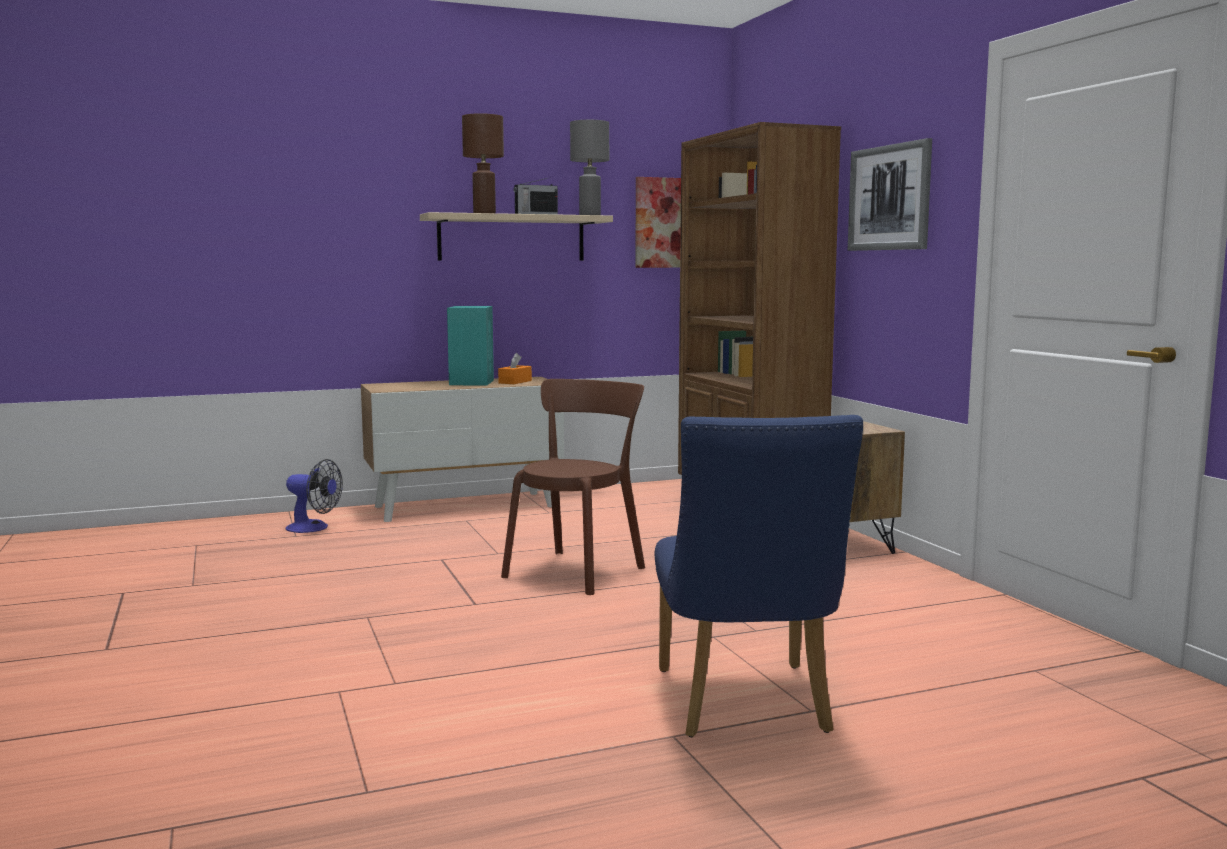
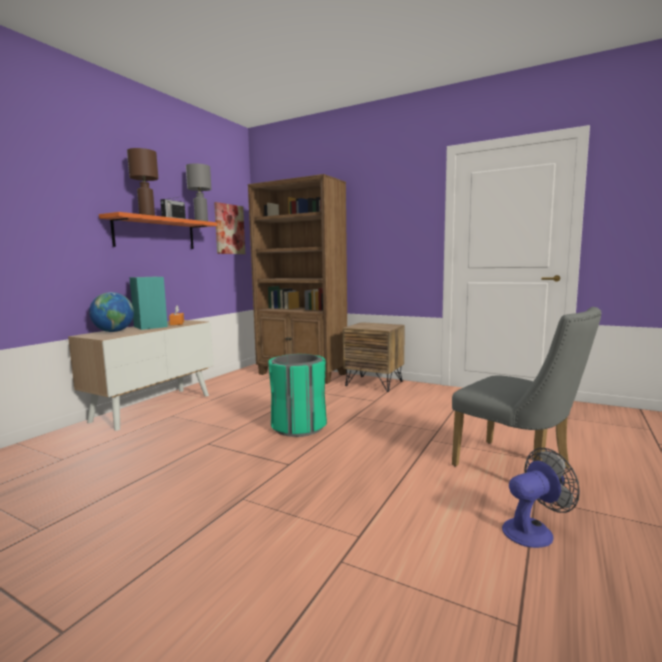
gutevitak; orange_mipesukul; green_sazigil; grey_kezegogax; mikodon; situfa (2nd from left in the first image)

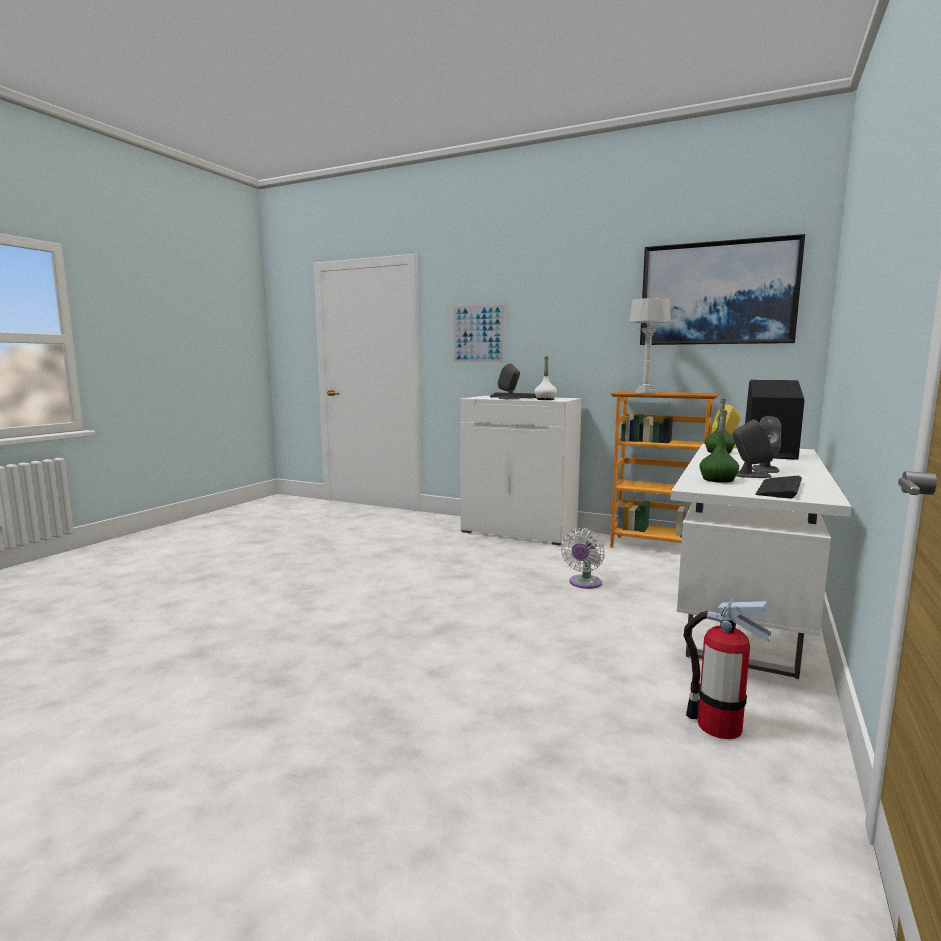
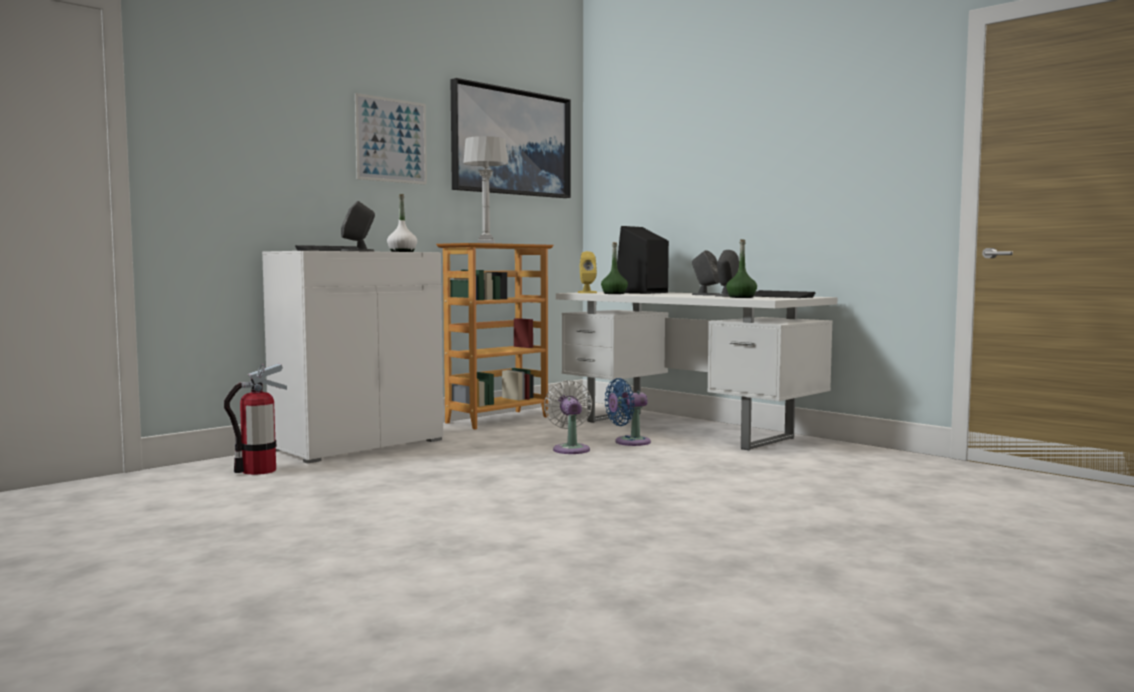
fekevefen; situfa (1st from left); white_mikodon; blue_mikodon

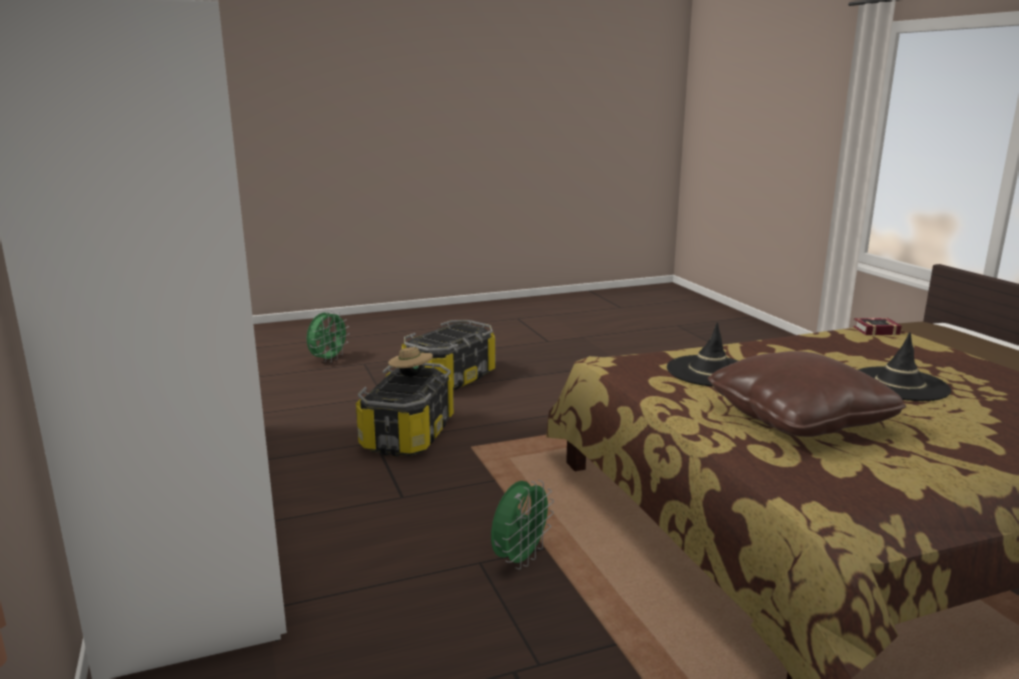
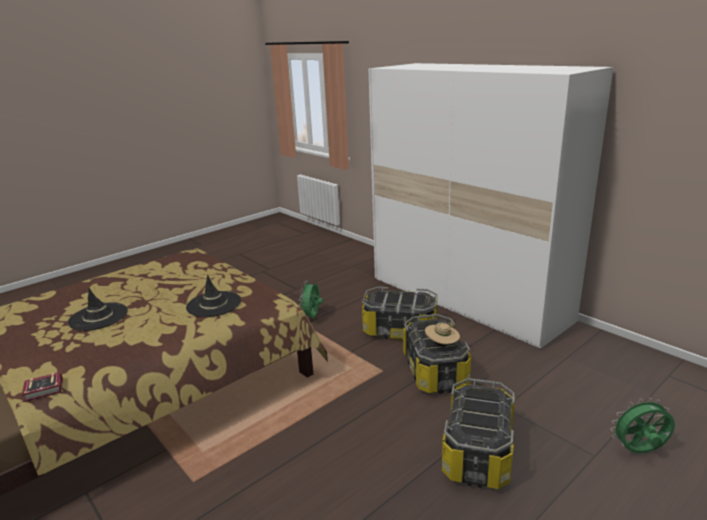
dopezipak (1st from left); green_mikodon (2nd from left); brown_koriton

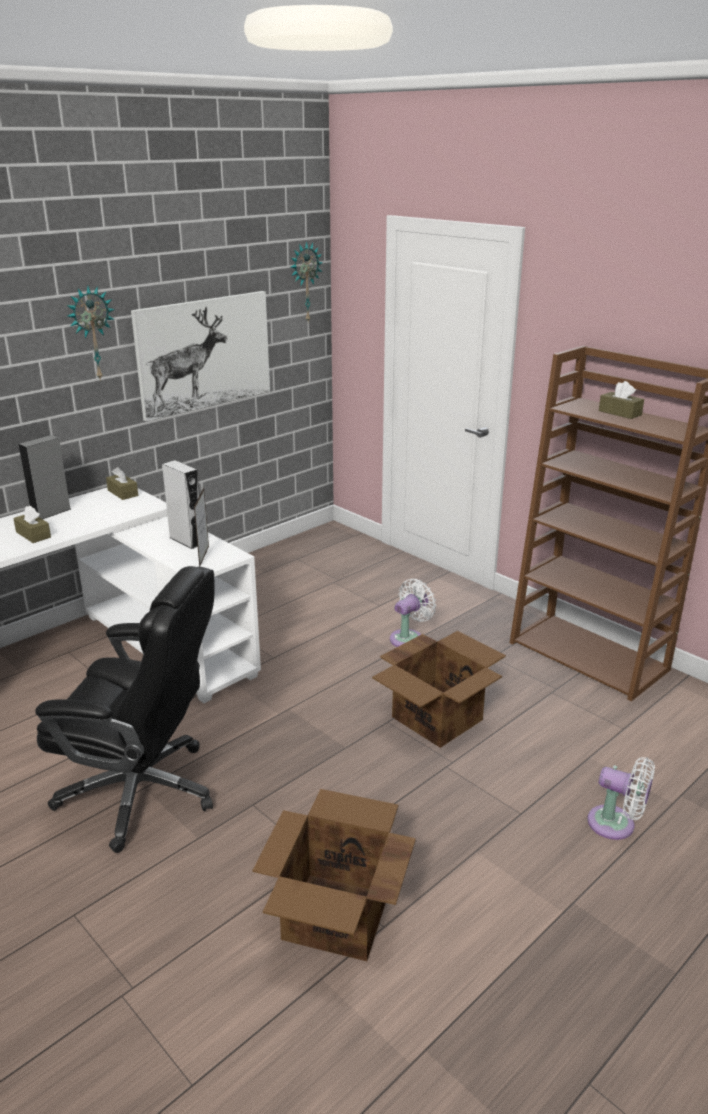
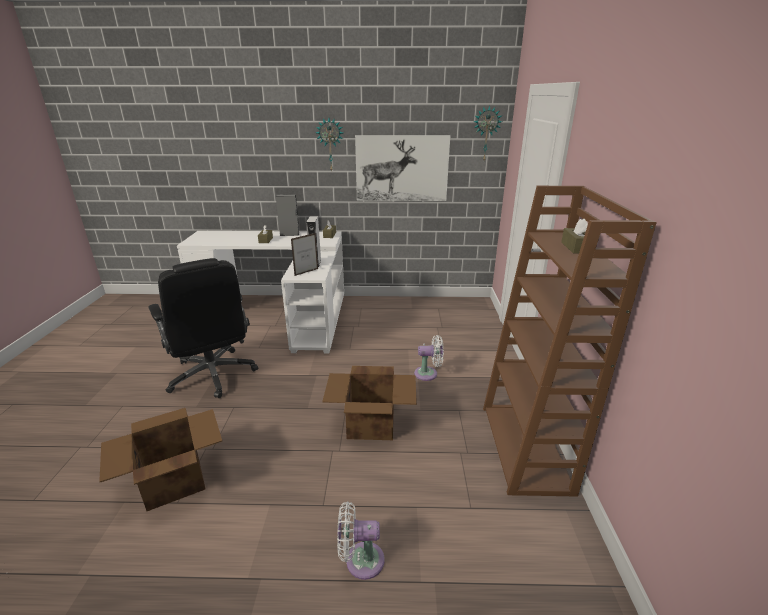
white_mikodon (1st from left)

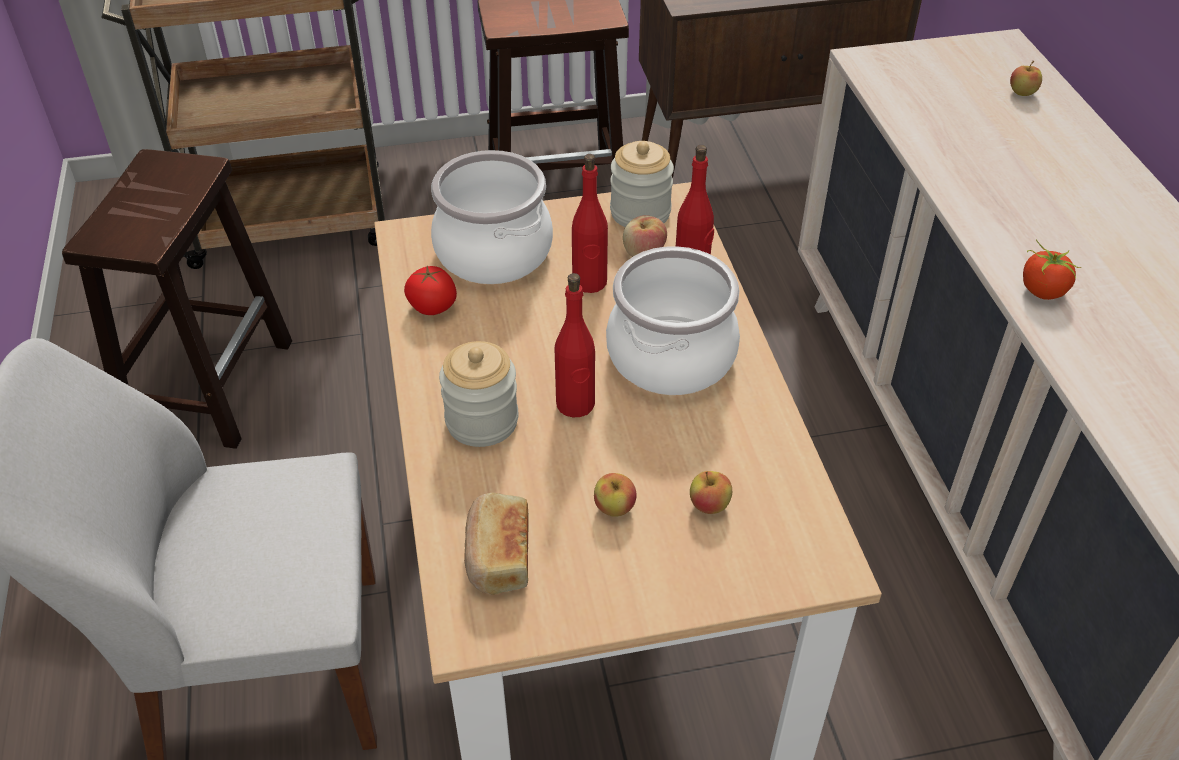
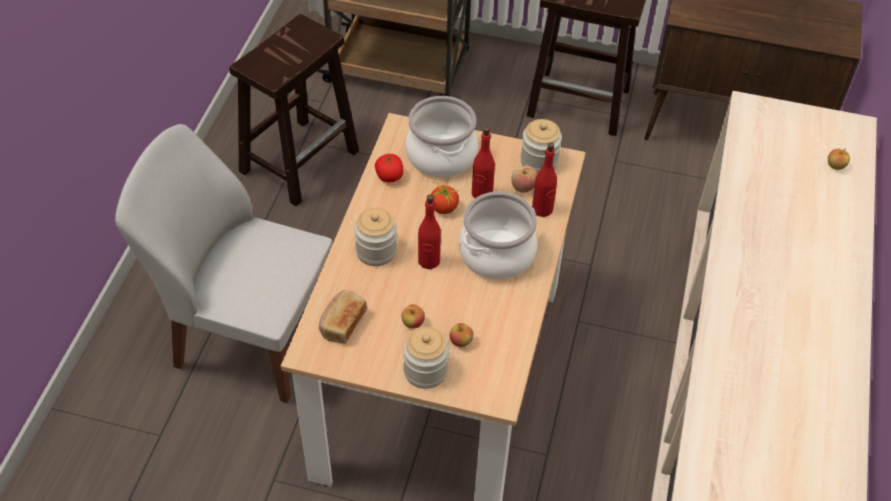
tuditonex (2nd from left); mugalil (2nd from left)

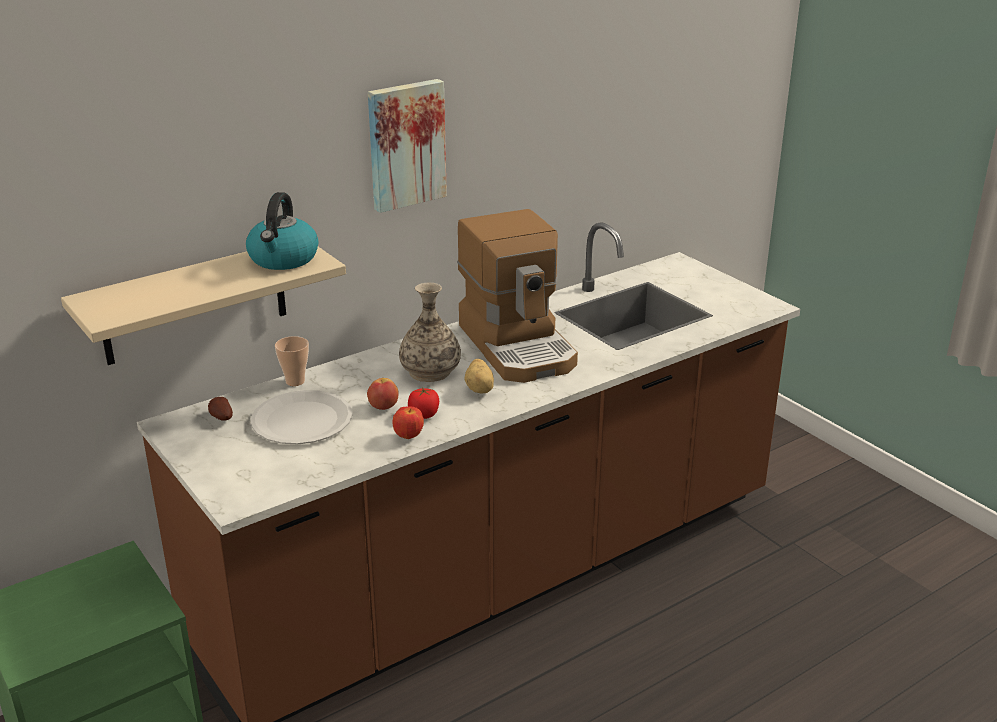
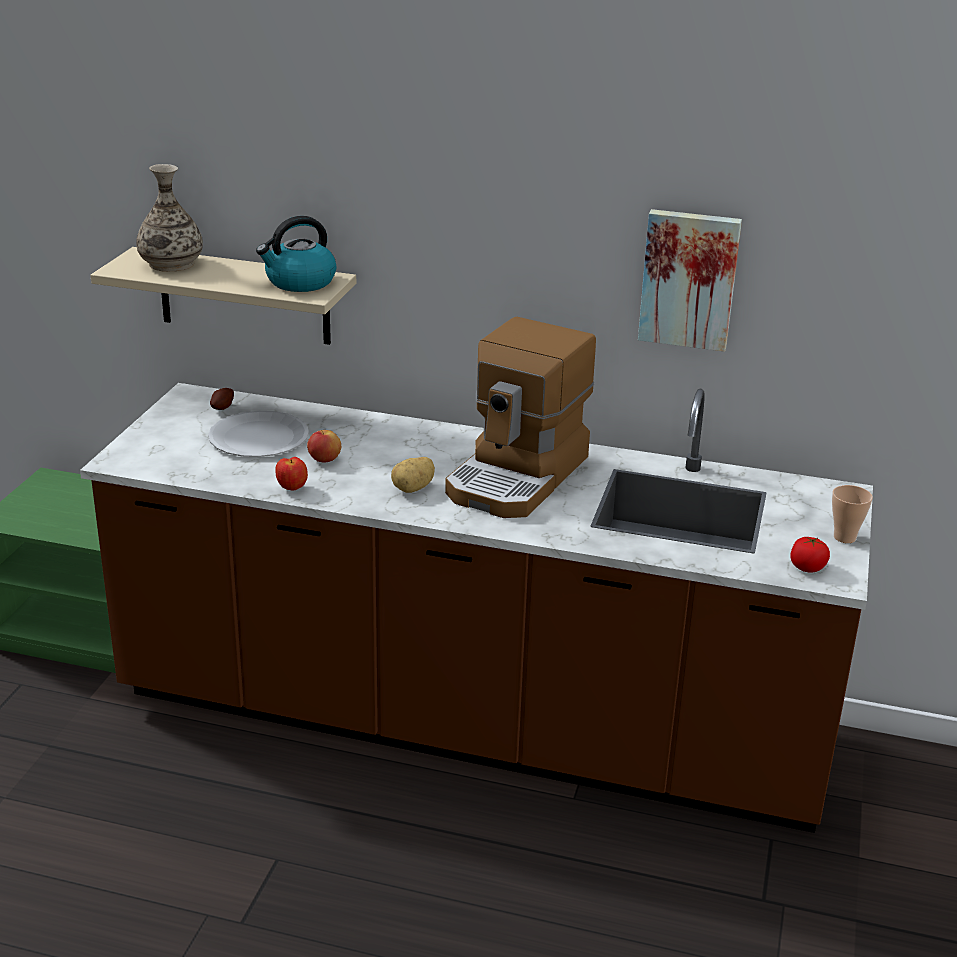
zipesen; situfa; mugalil; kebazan

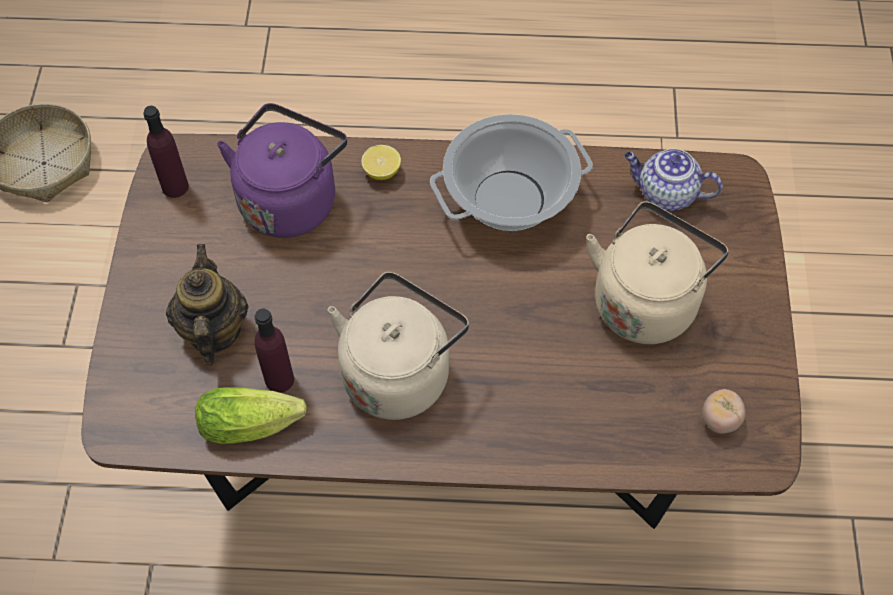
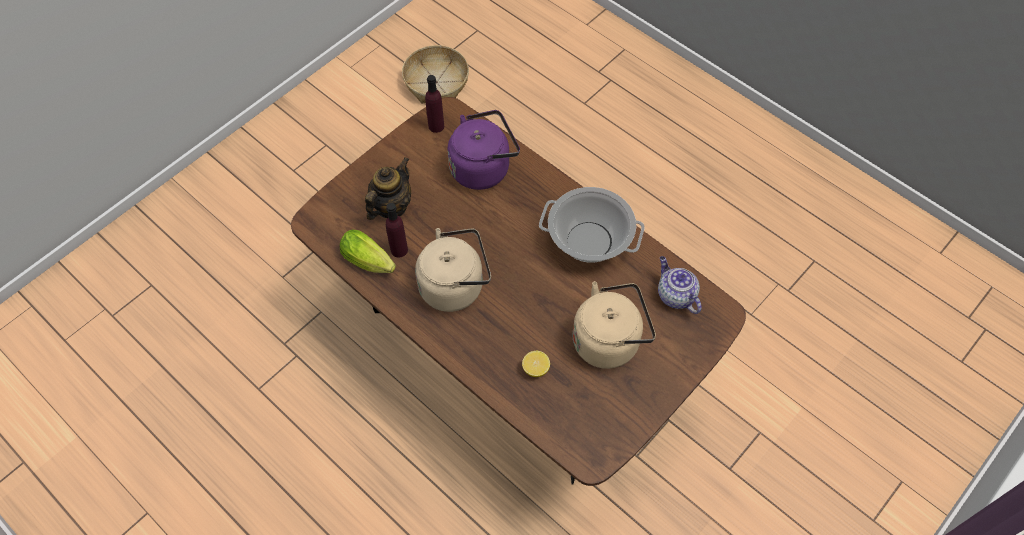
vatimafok; mugalil

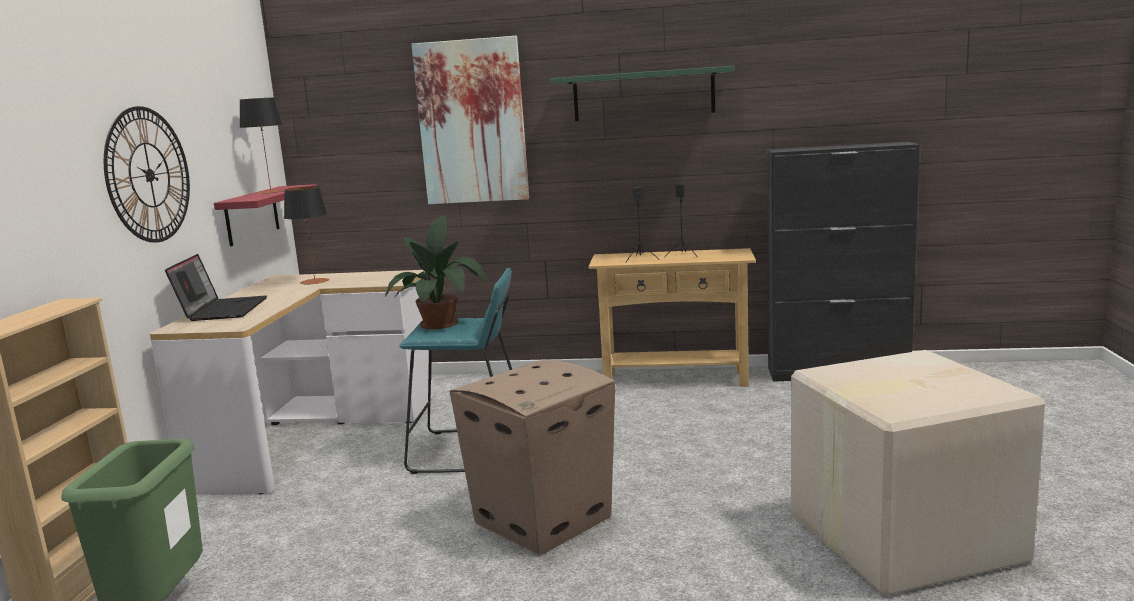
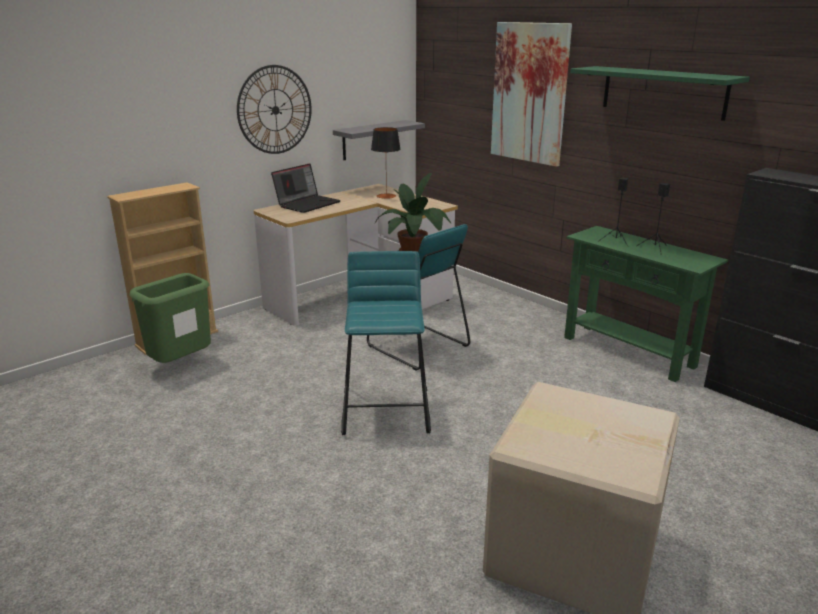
grey_mipesukul; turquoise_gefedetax (1st from left); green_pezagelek; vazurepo (1st from left in the first image)

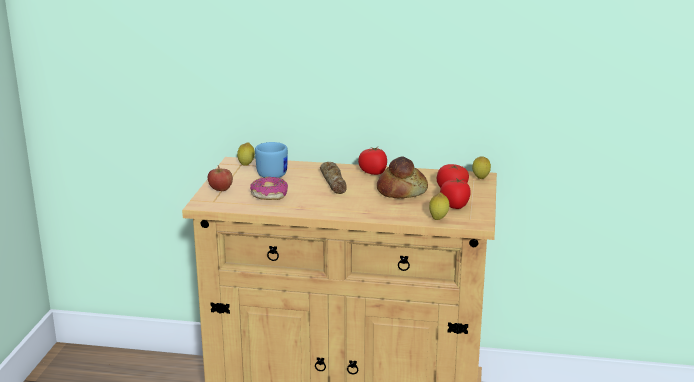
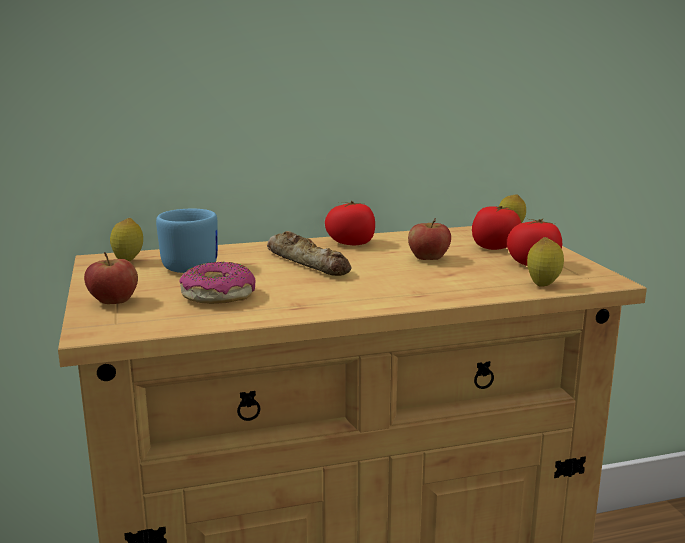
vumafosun (2nd from left)

